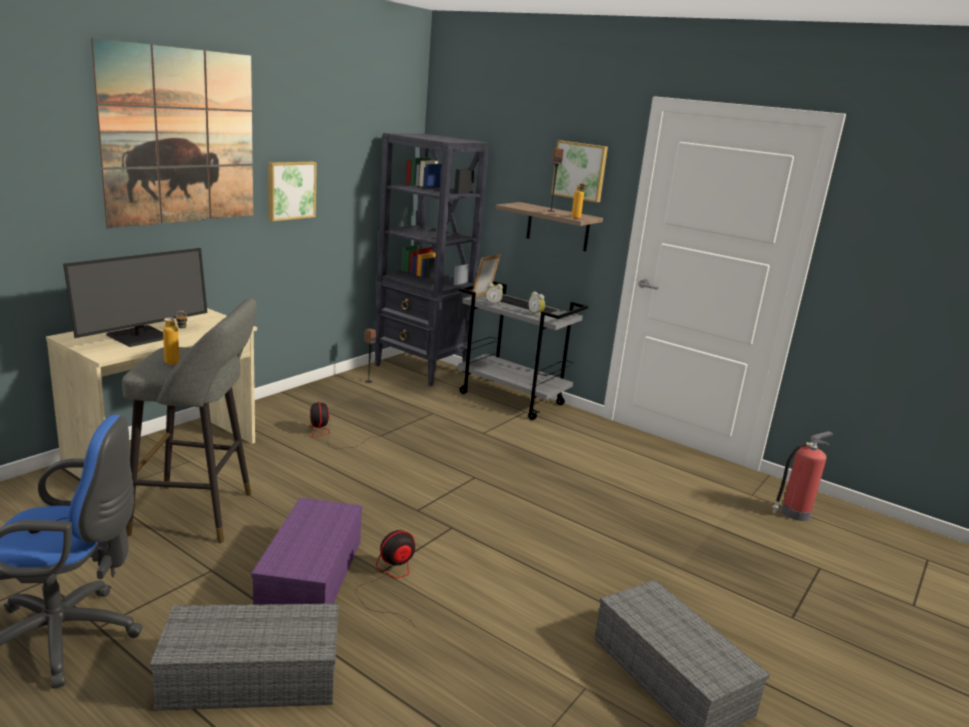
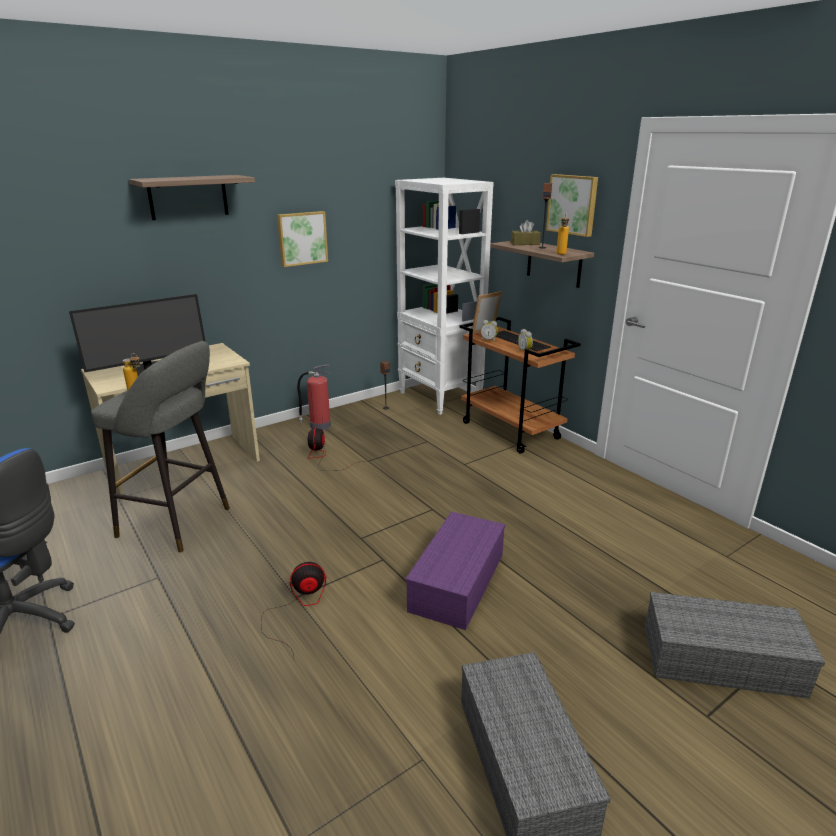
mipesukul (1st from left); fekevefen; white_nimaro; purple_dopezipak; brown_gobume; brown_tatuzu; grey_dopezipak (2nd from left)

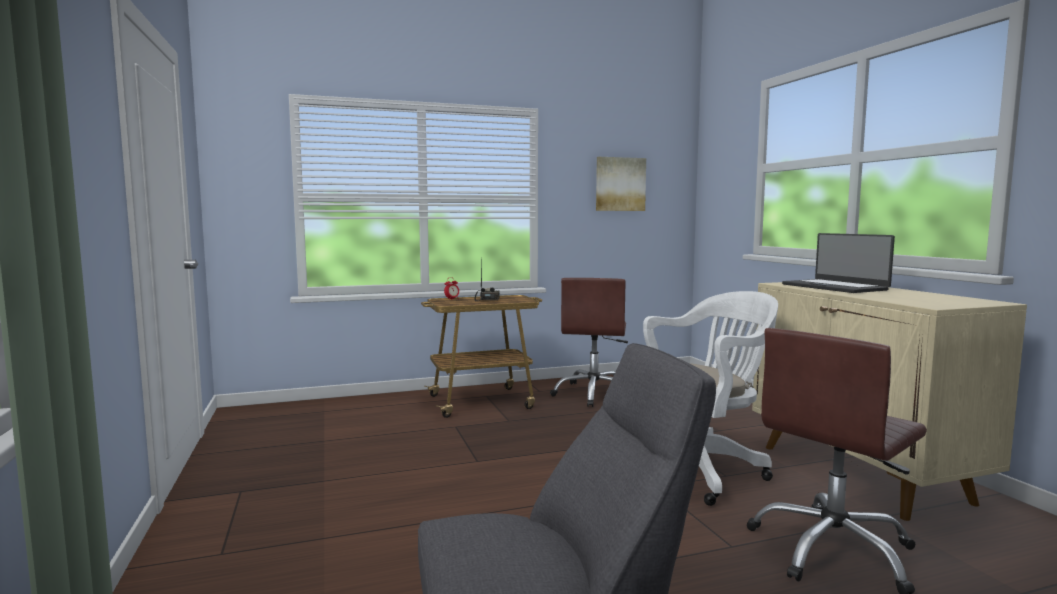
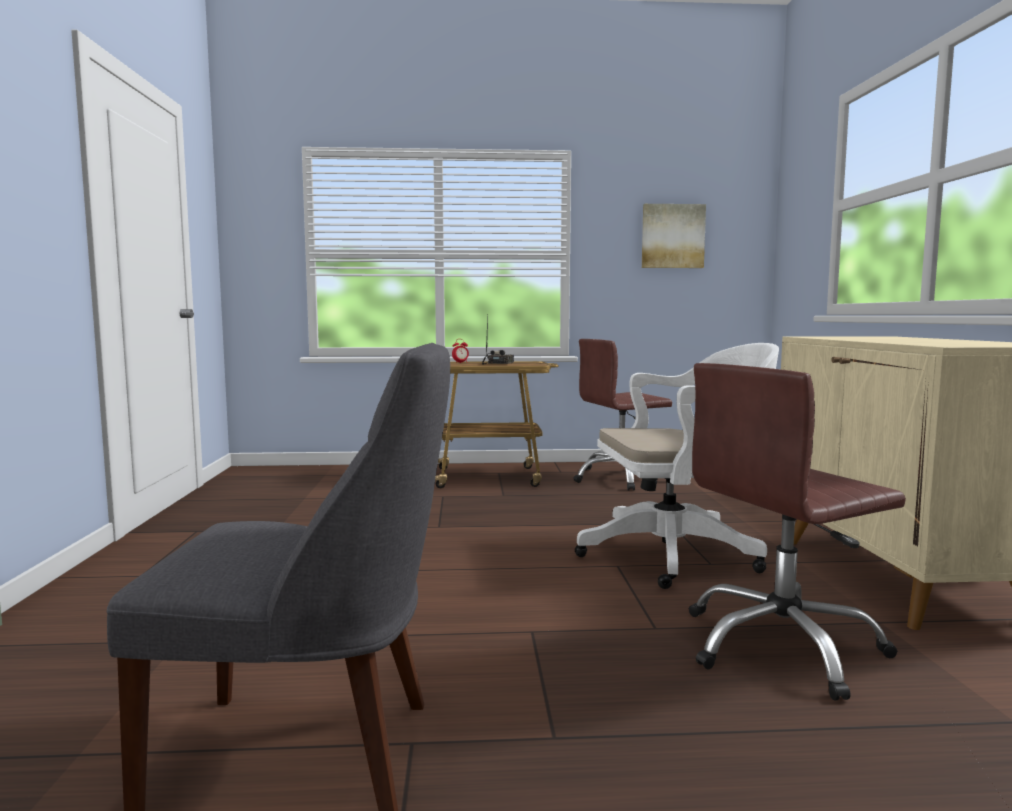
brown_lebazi (1st from left); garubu

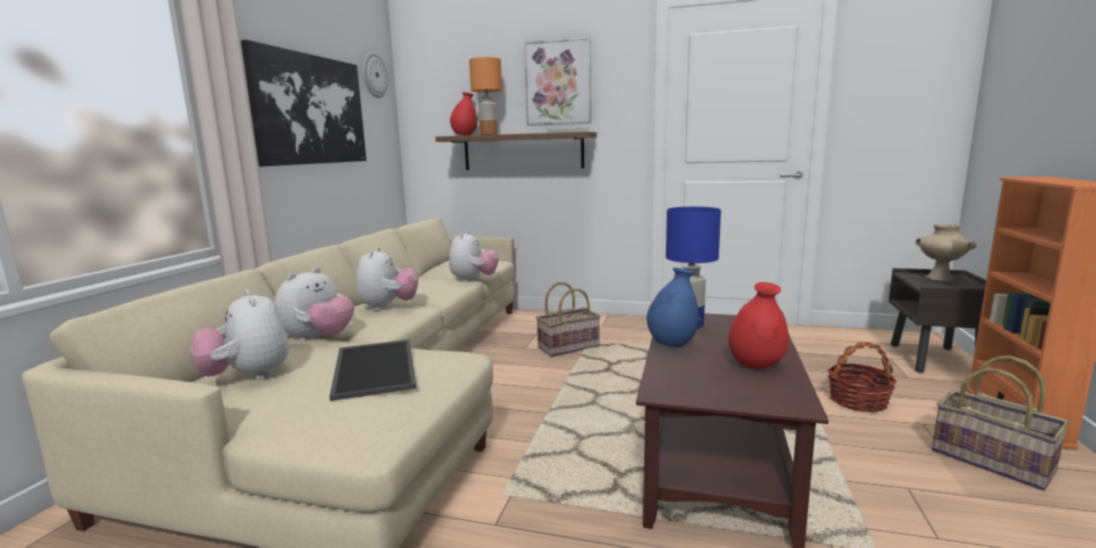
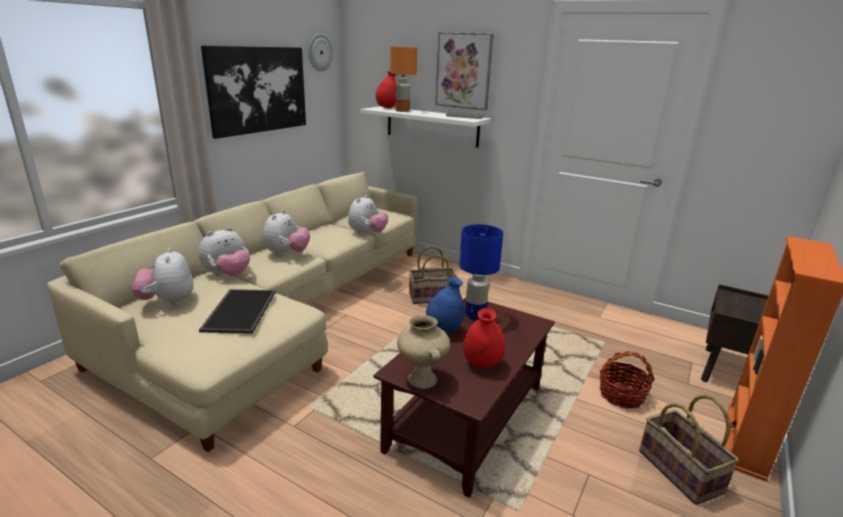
white_mipesukul; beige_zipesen

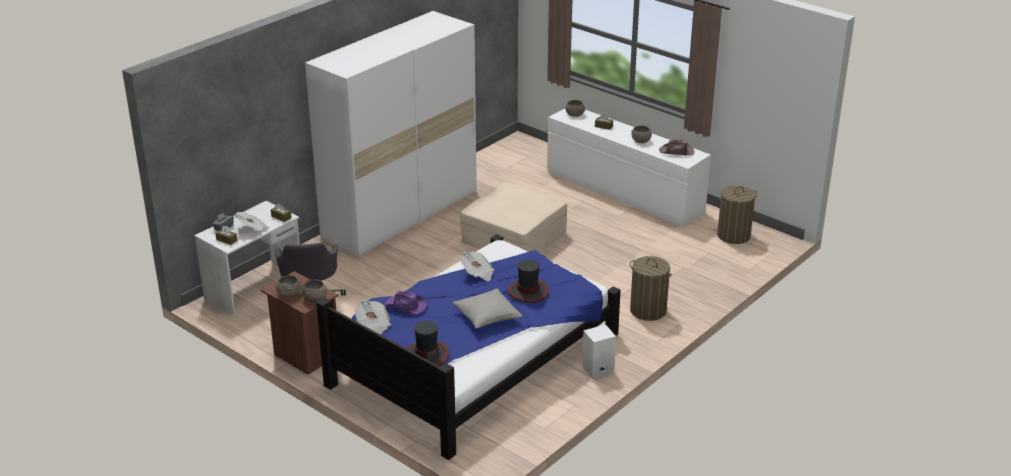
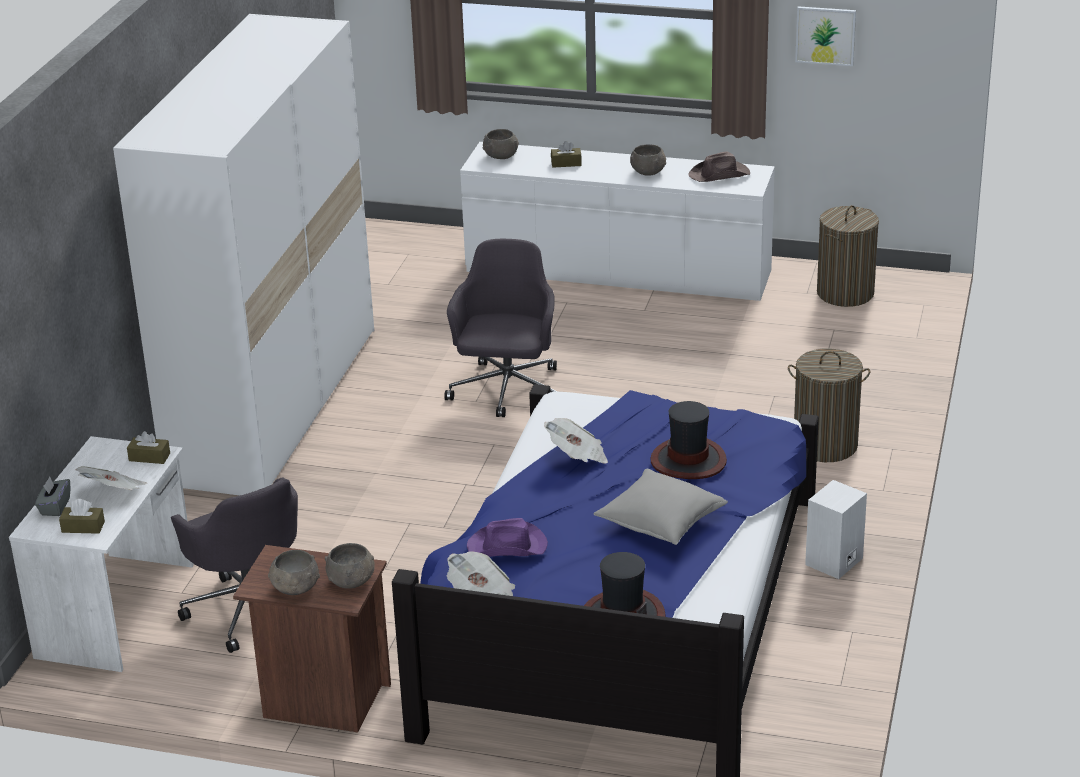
grey_lebazi (2nd from left); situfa

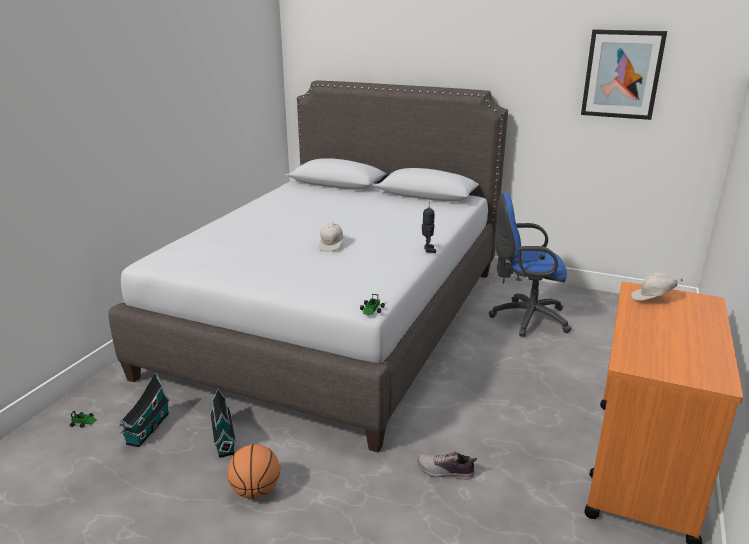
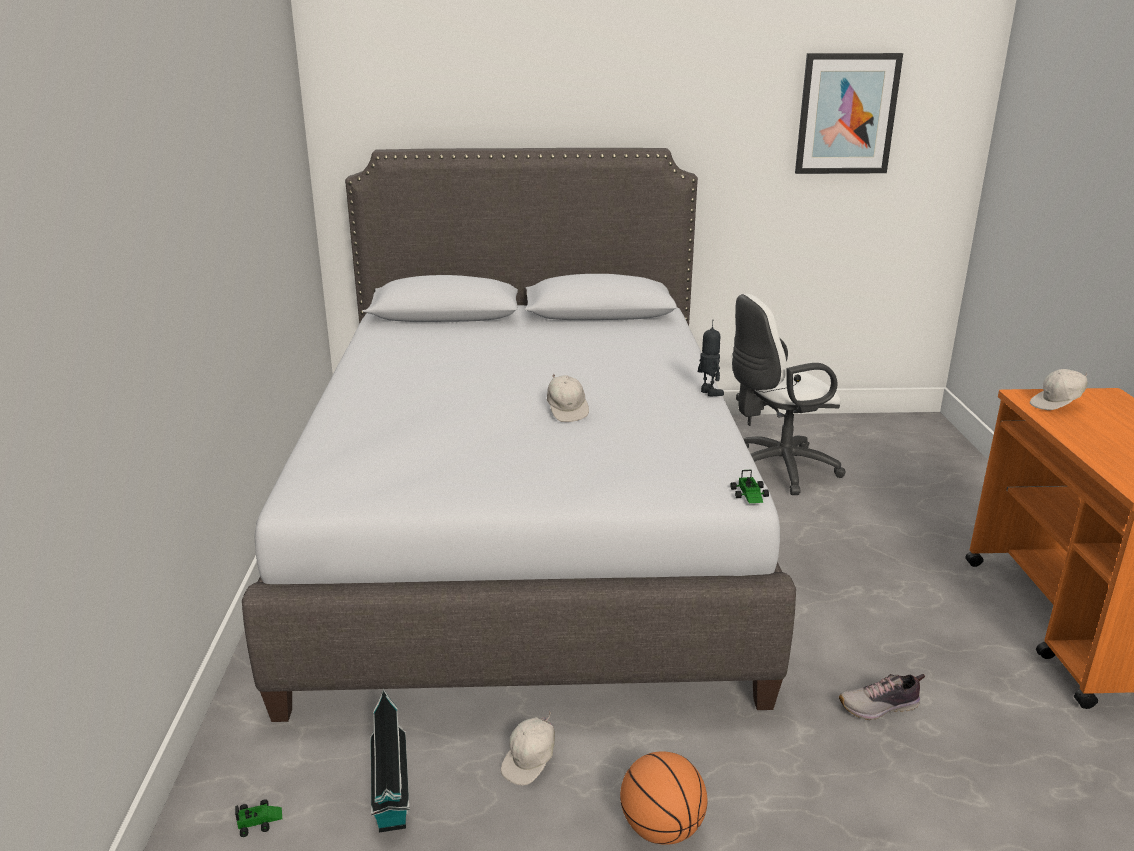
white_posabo (1st from left); white_lebazi

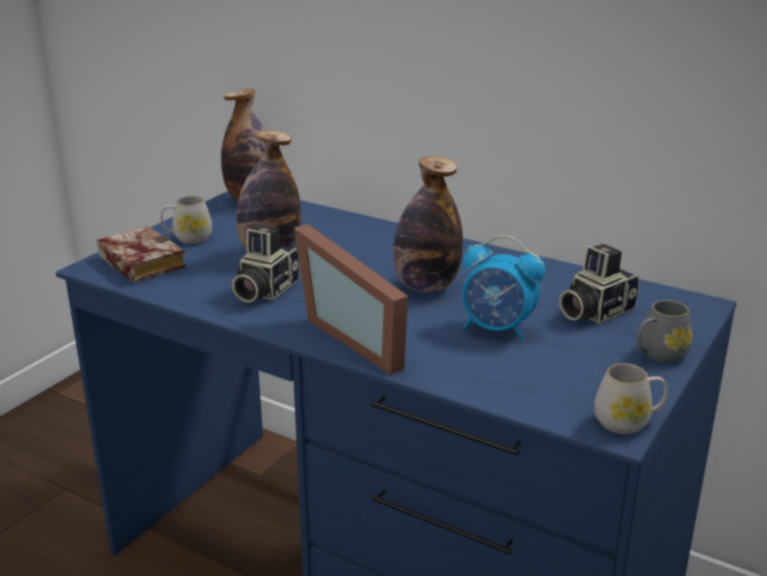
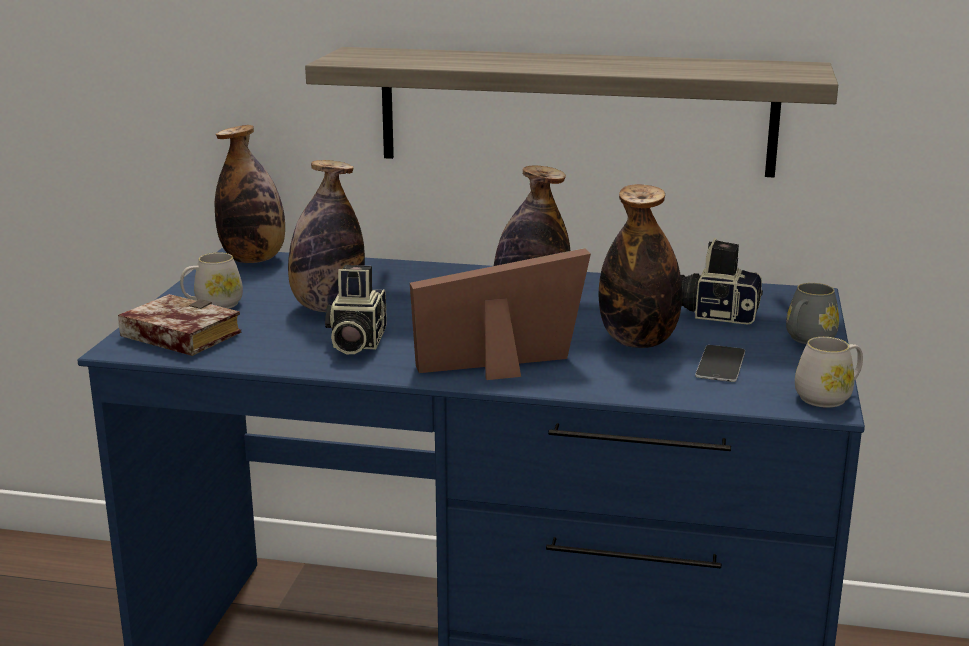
mipesukul; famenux; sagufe (4th from left); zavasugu (2nd from left); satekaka

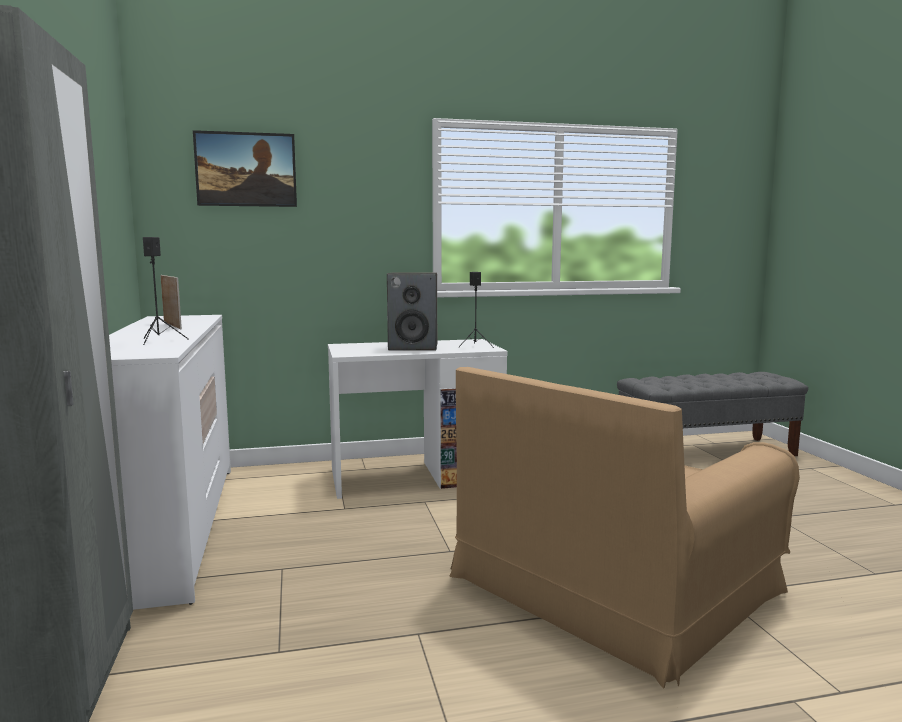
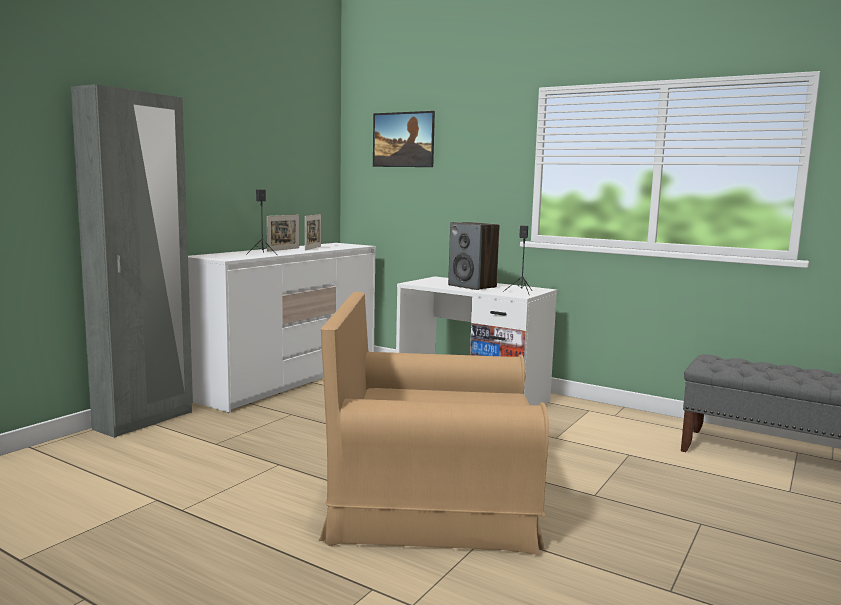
famenux (1st from left)

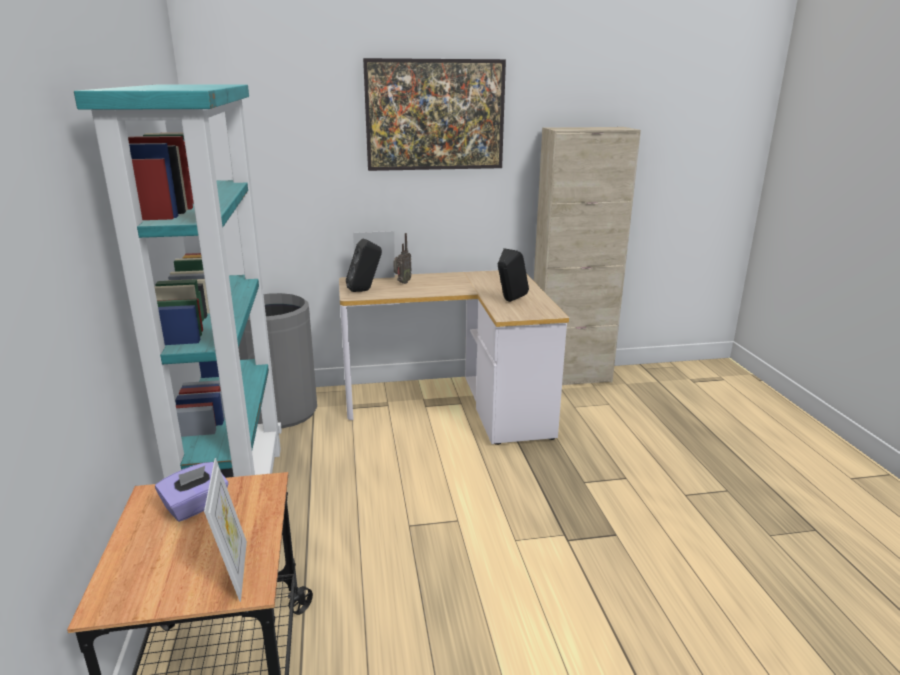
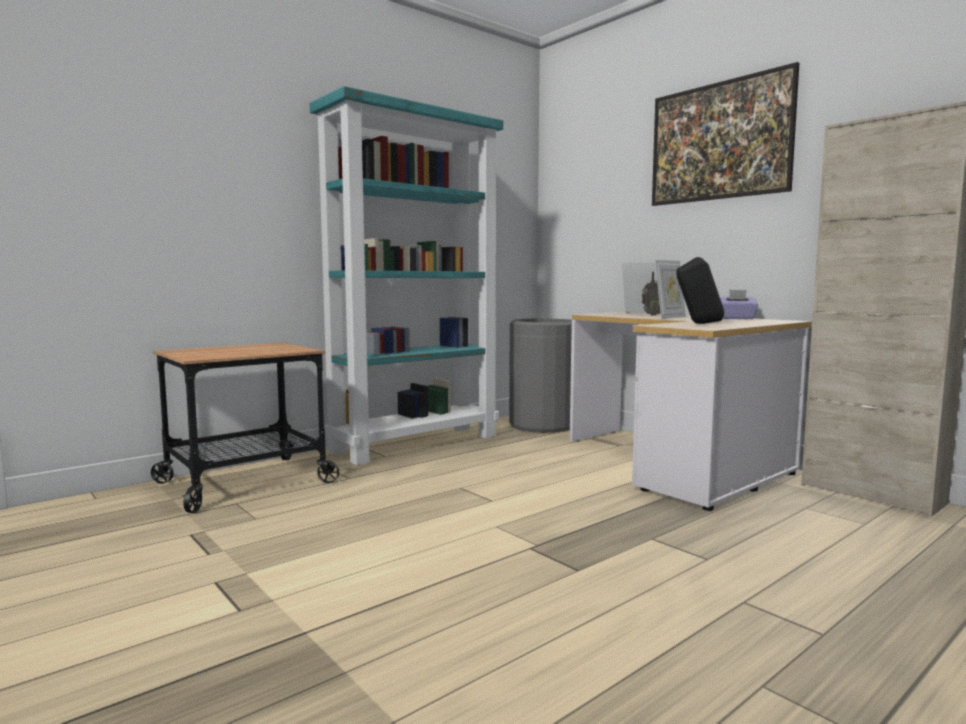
famenux (2nd from left); purple_tatuzu; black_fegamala (1st from left in the first image)

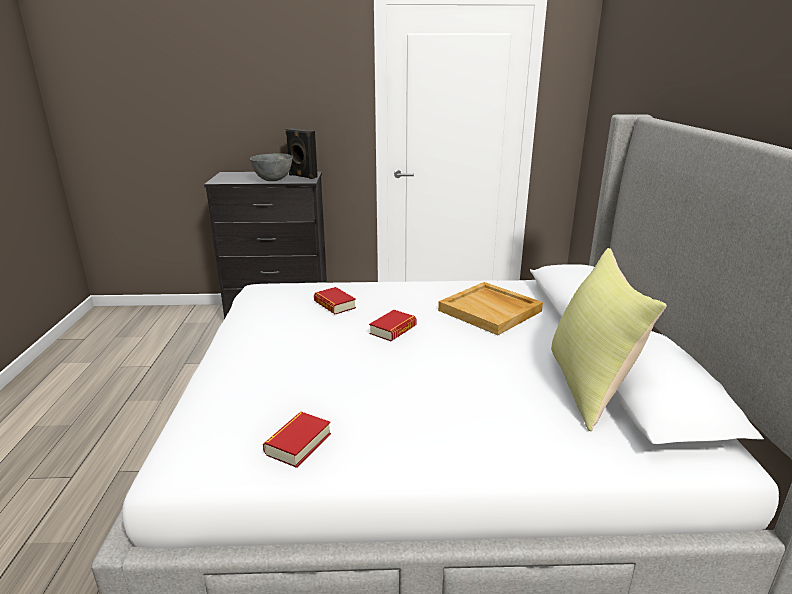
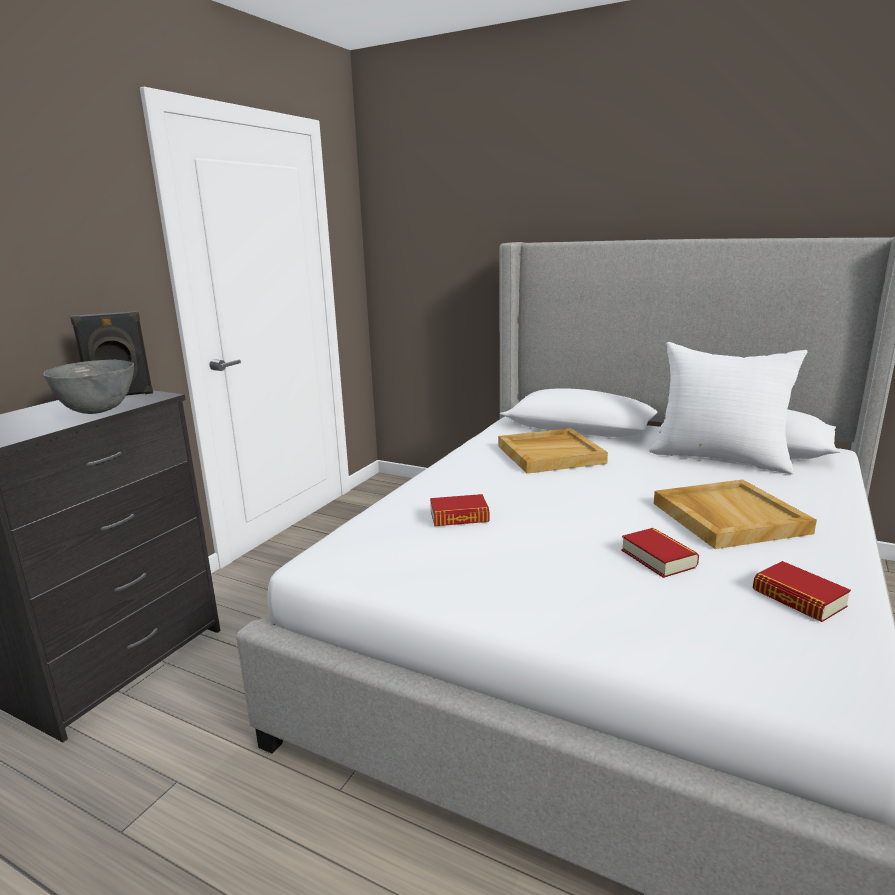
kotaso (2nd from left); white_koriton; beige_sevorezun (2nd from left)

